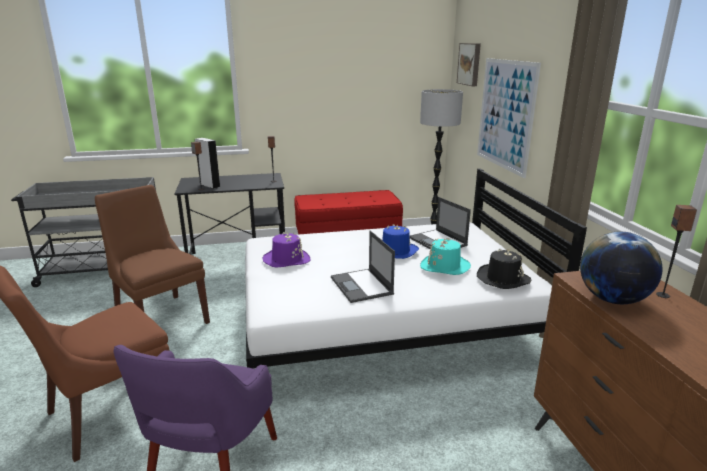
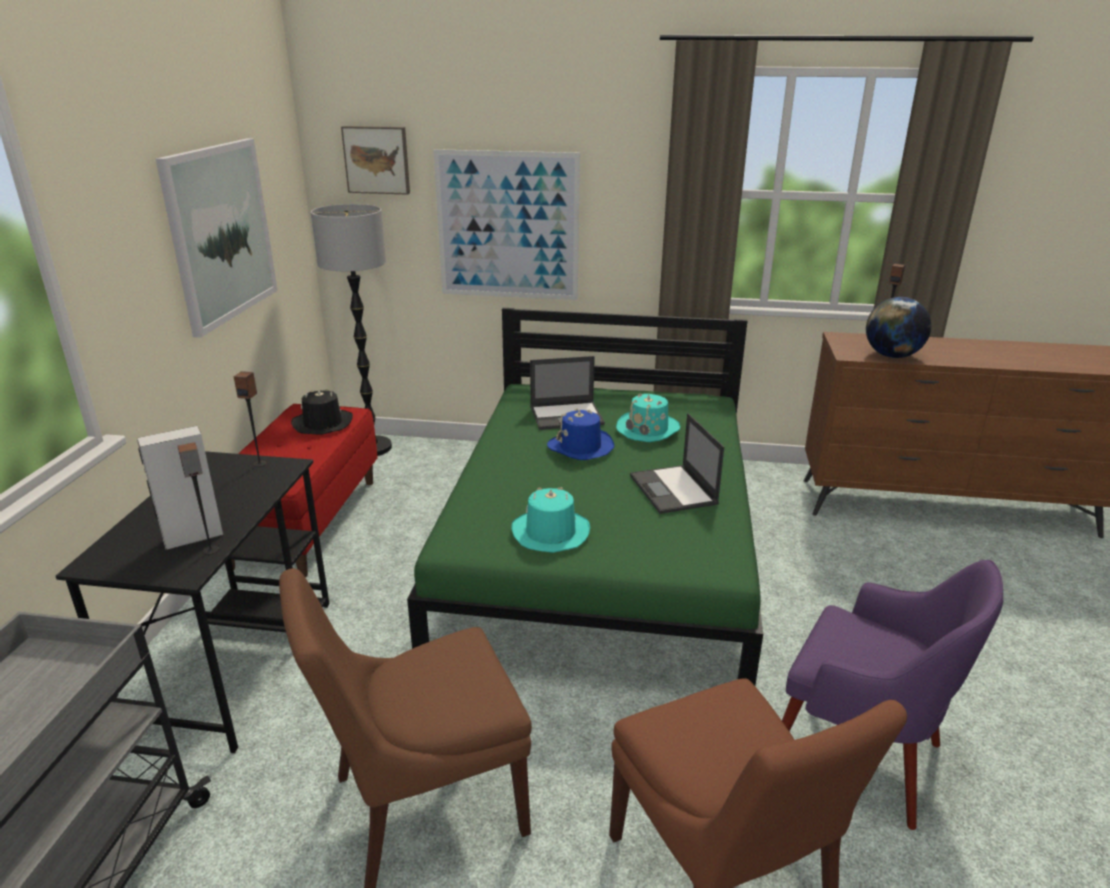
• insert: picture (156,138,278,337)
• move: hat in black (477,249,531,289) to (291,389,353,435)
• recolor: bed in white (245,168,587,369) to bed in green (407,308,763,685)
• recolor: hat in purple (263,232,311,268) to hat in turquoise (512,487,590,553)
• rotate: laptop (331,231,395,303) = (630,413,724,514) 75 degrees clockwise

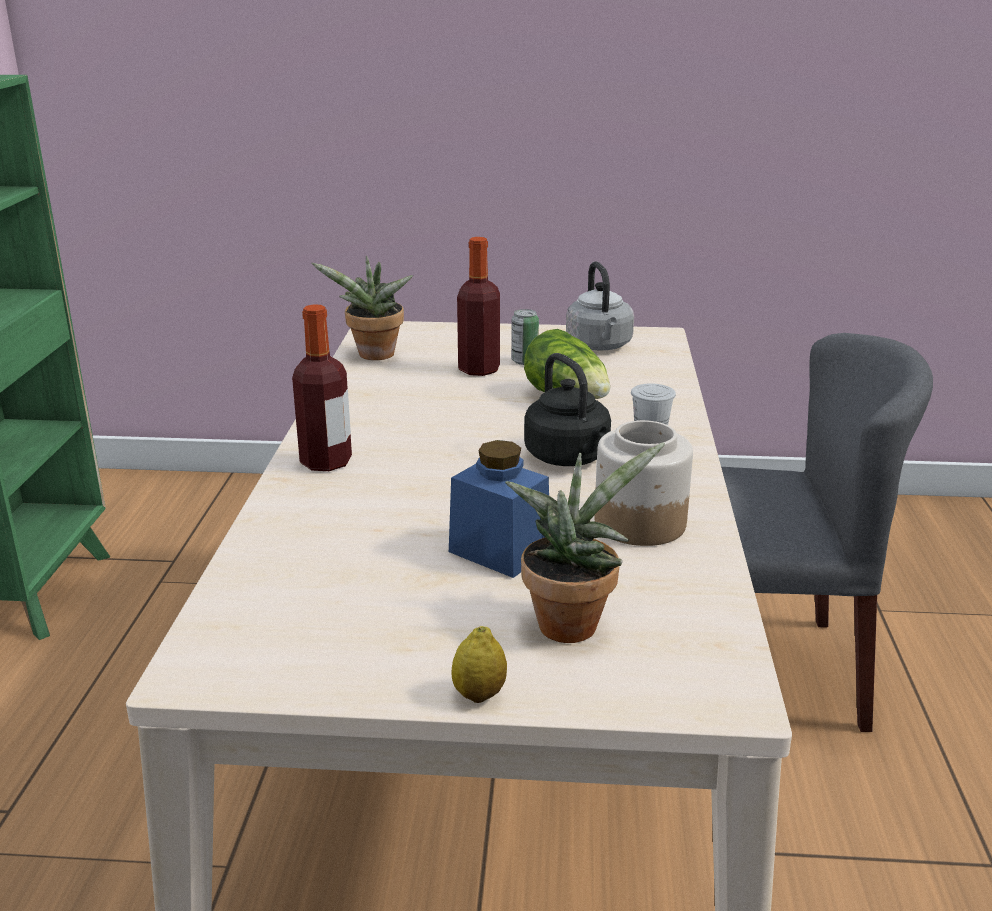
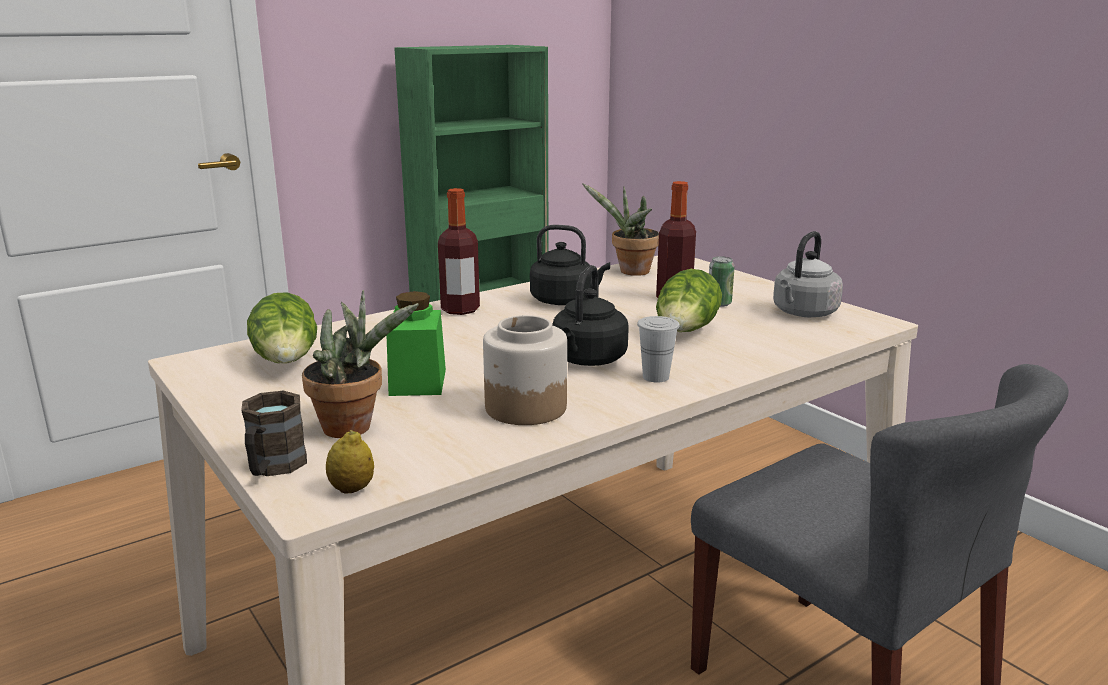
• insert: mug in brown (241,391,307,476)
• insert: lettuce (247,292,317,364)
• insert: kettle in black (530,225,610,305)
• move: lemon (452,626,507,703) to (326,430,374,494)
• recolor: jar in blue (449,440,549,578) to jar in green (386,291,446,396)

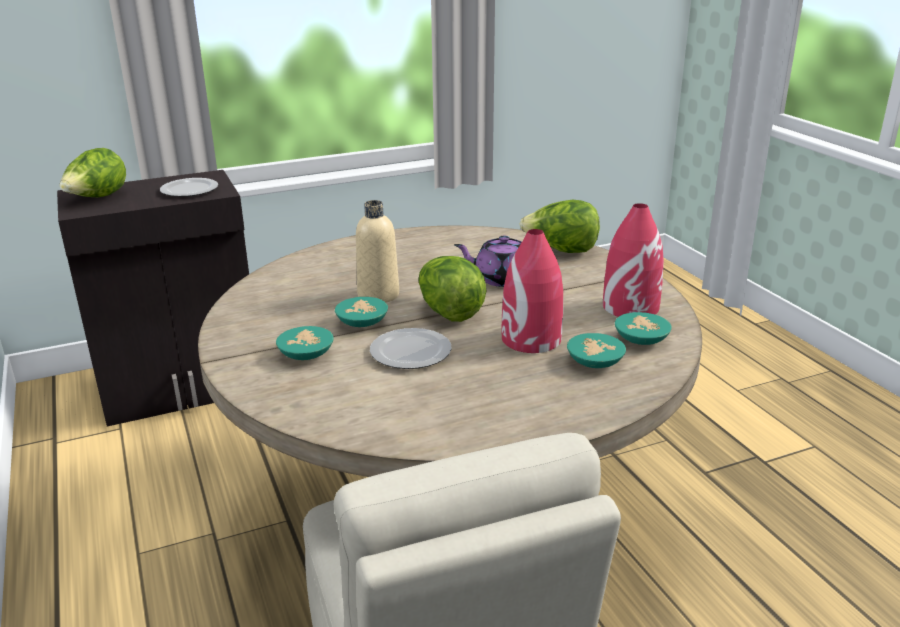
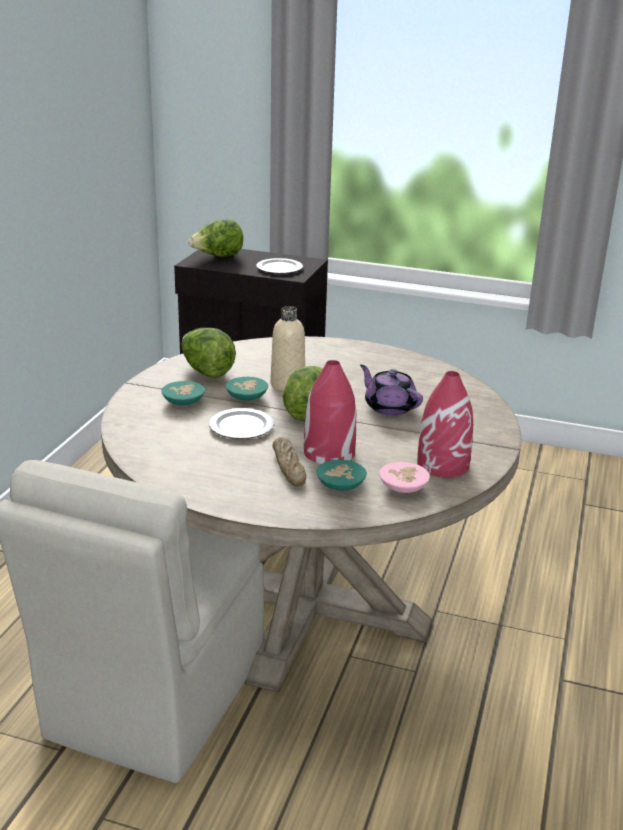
• insert: bread (273,437,306,486)
• move: lettuce (519,200,600,253) to (181,328,236,378)
• recolor: bowl in turquoise (615,312,672,345) to bowl in pink (379,462,430,493)

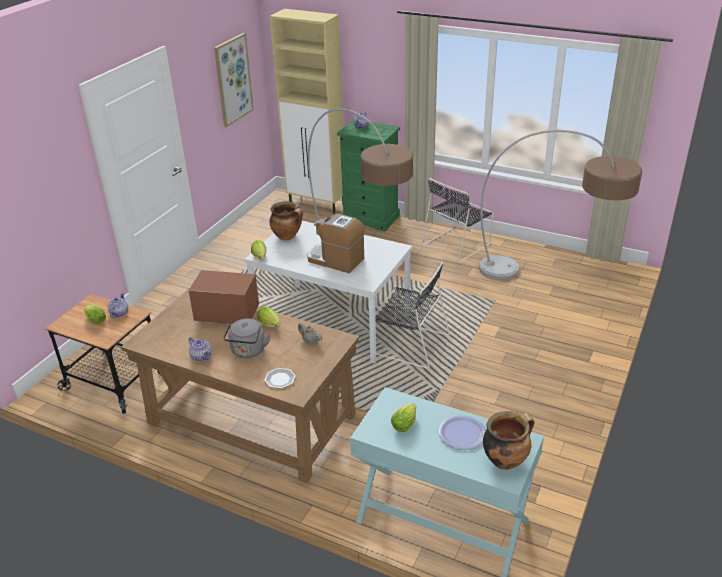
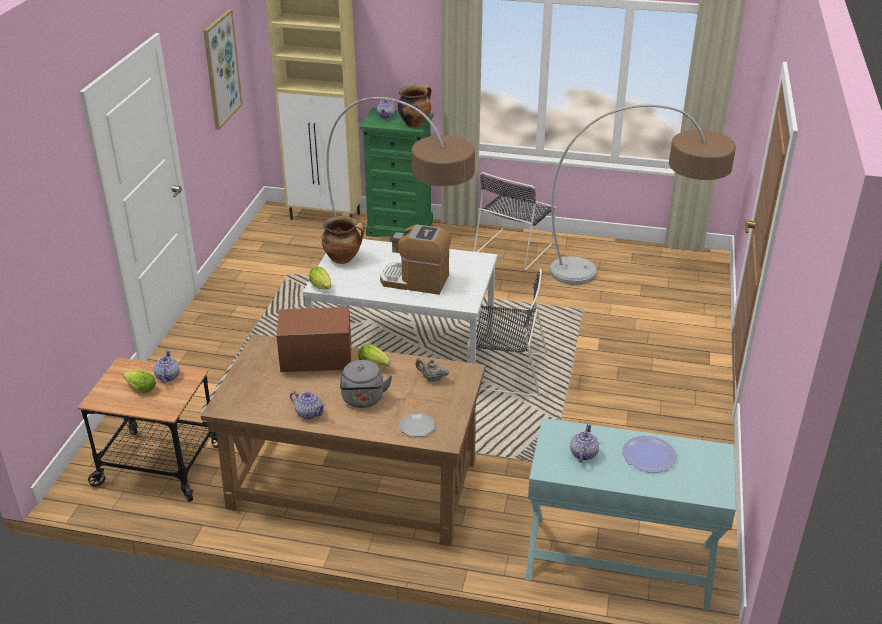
• move: cooking pot (483,411,535,470) to (398,85,432,127)
• replace: lettuce (391,404,416,432) to teapot (570,424,599,463)

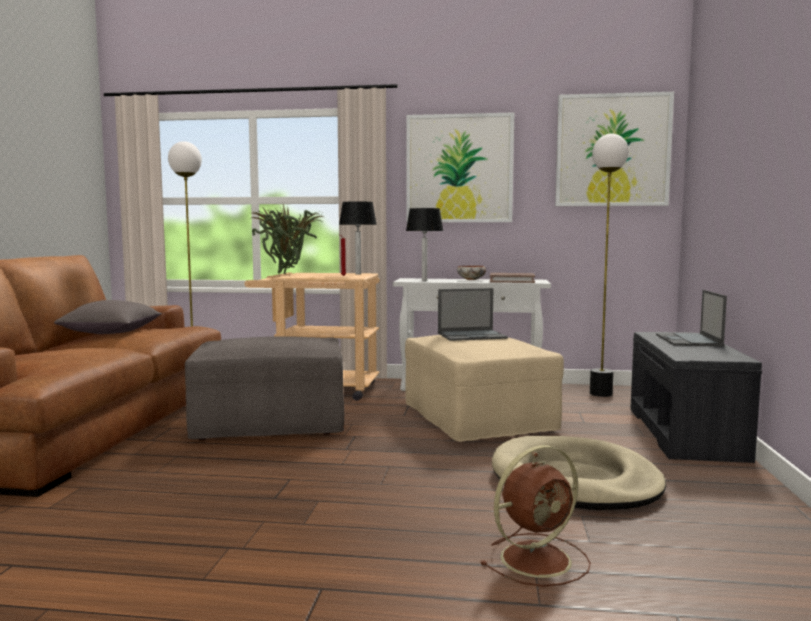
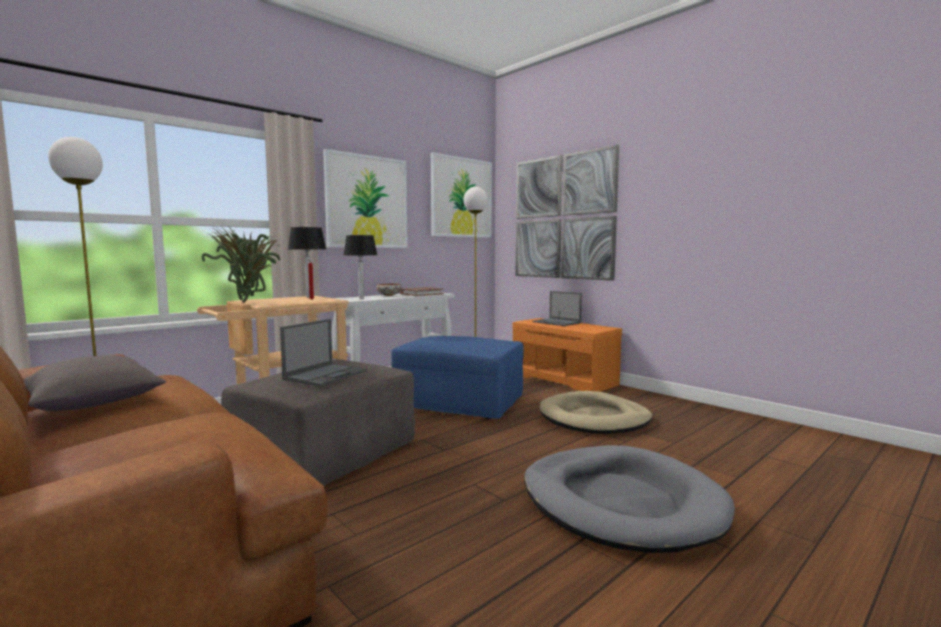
• delete: fan in brown (480,445,591,587)
• insert: picture (516,145,619,281)
• insert: dog bed in grey (524,445,735,553)
• move: laptop (438,288,508,341) to (280,319,367,386)
• recolor: ottoman in beige (405,335,564,442) to ottoman in blue (391,336,524,419)
• recolor: bench in grey (630,332,762,463) to bench in orange (512,318,622,392)

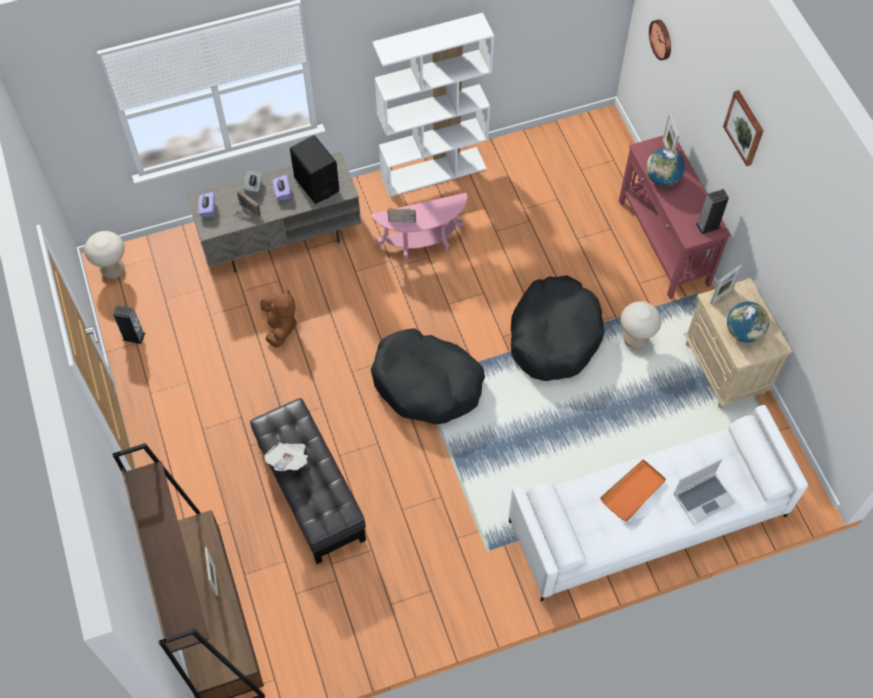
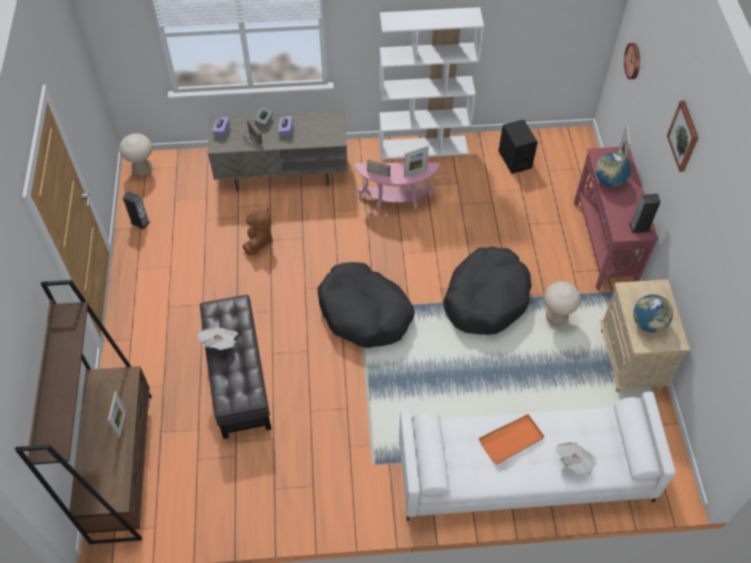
• move: speaker in black (290,135,339,204) to (498,120,538,174)
• move: picture frame (710,265,742,305) to (404,146,429,177)
• replace: laptop (674,458,735,525) to newspaper (556,442,596,474)

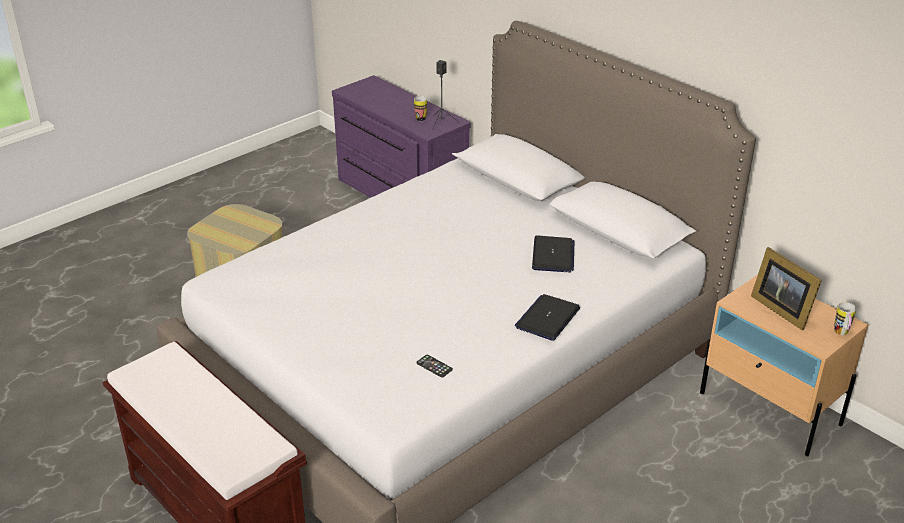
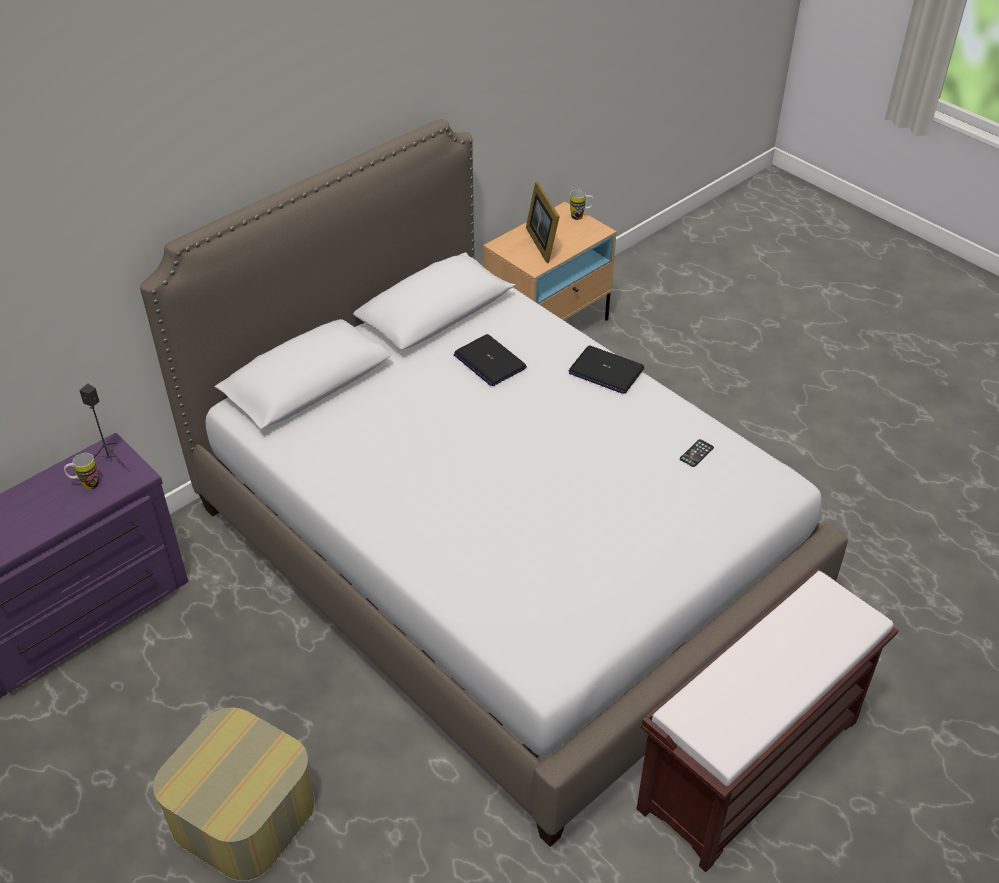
• rotate: laptop (532,235,574,272) = (453,334,527,386) 135 degrees counterclockwise
• rotate: picture frame (751,247,822,330) = (526,182,560,263) 105 degrees clockwise

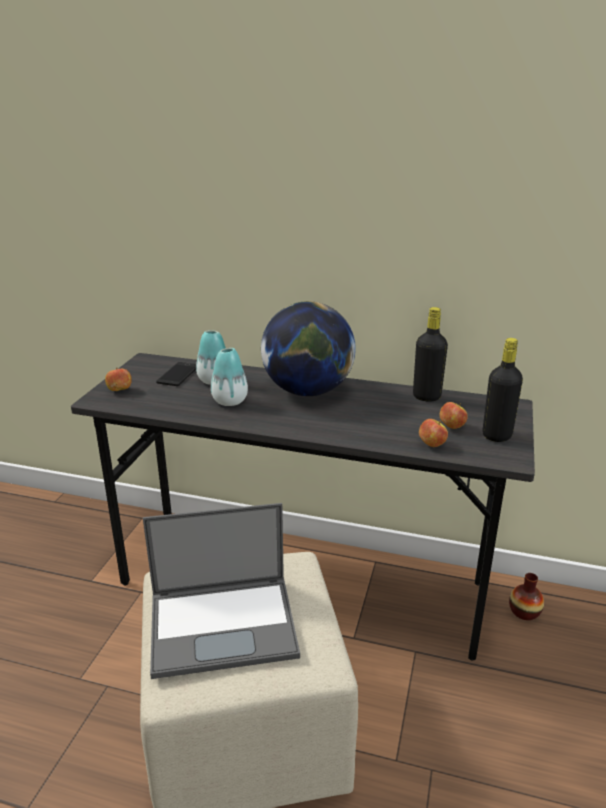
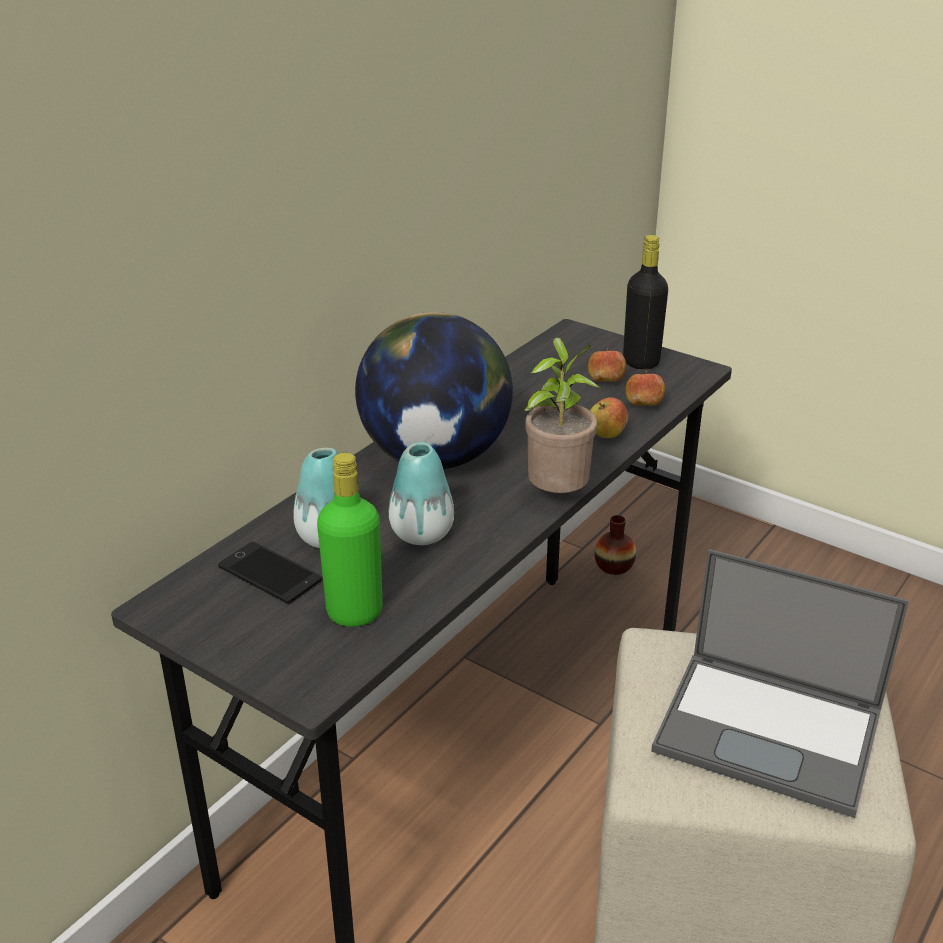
• delete: bottle in black (413,307,448,402)
• insert: bottle in green (317,453,383,627)
• insert: potted plant (524,337,600,493)
• move: apple (105,367,132,391) to (590,397,628,438)
• rotate: laptop (143,503,300,679) = (651,549,909,818) 105 degrees clockwise

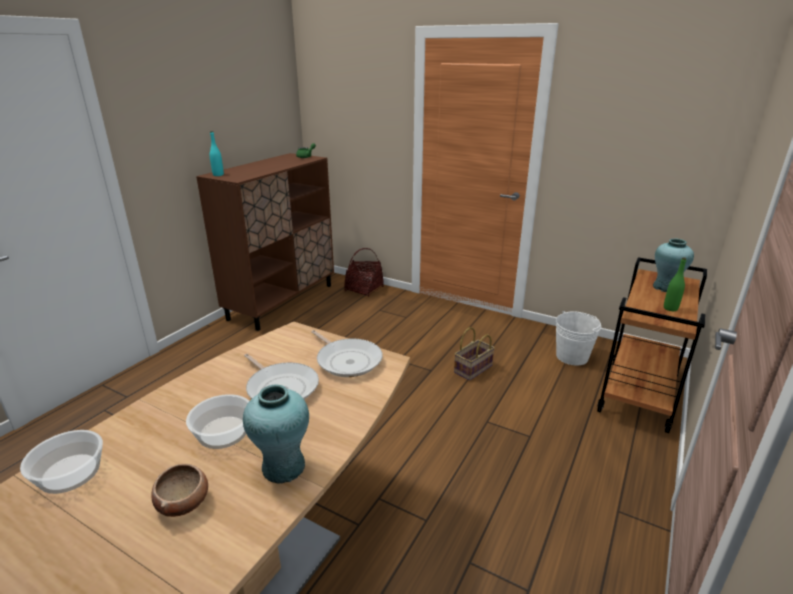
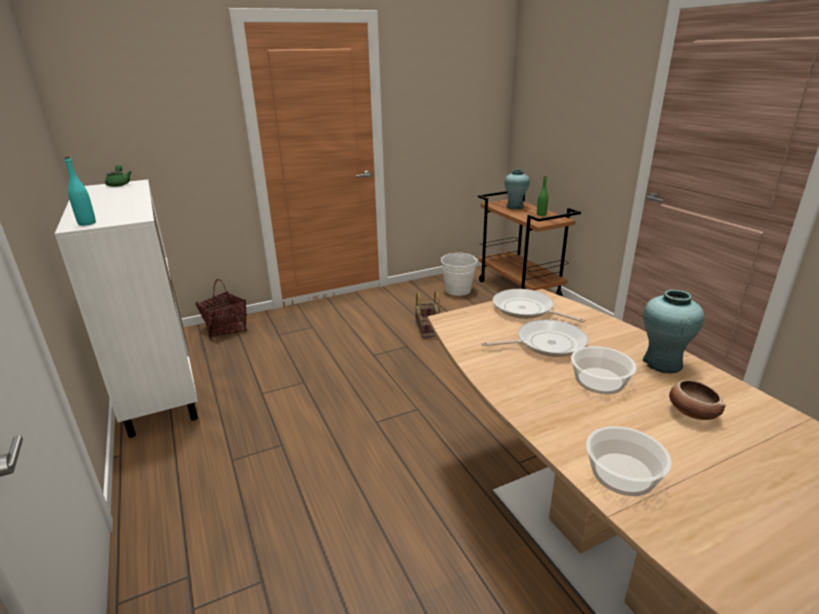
• recolor: cabinet in brown (196,153,334,331) to cabinet in white (55,180,198,438)
• rotate: frying pan (311,330,382,377) = (493,289,585,322) 135 degrees counterclockwise

